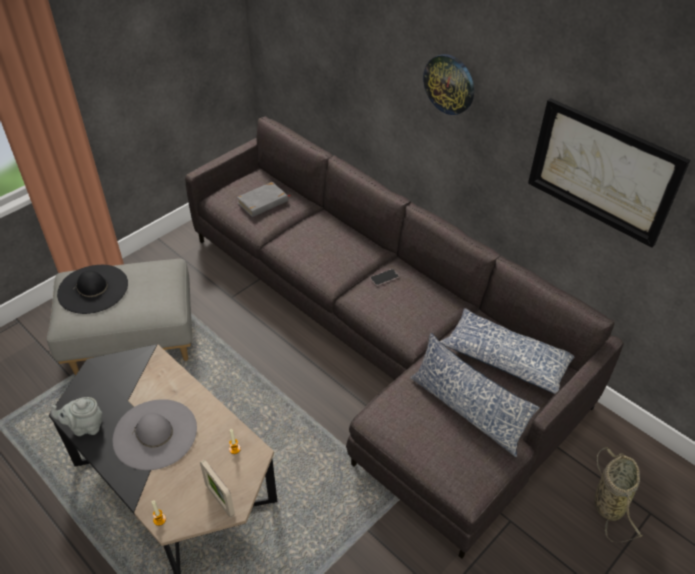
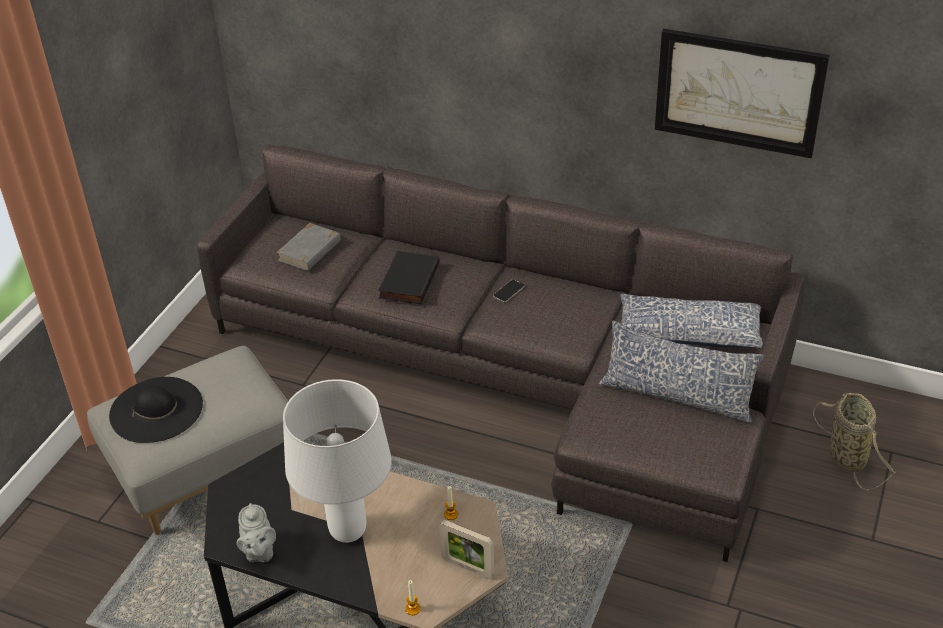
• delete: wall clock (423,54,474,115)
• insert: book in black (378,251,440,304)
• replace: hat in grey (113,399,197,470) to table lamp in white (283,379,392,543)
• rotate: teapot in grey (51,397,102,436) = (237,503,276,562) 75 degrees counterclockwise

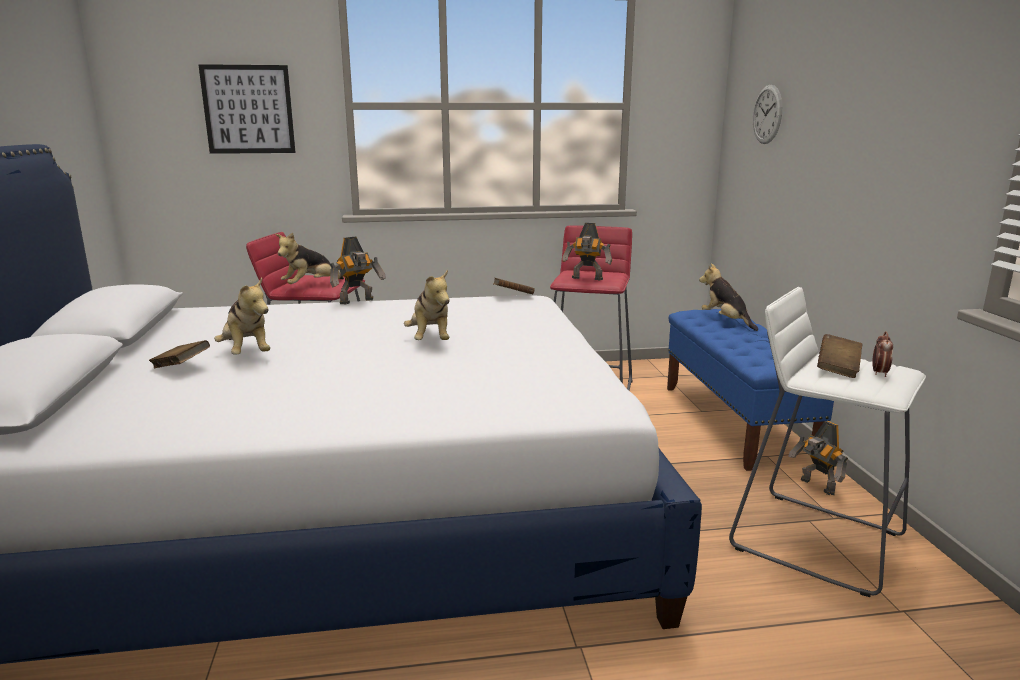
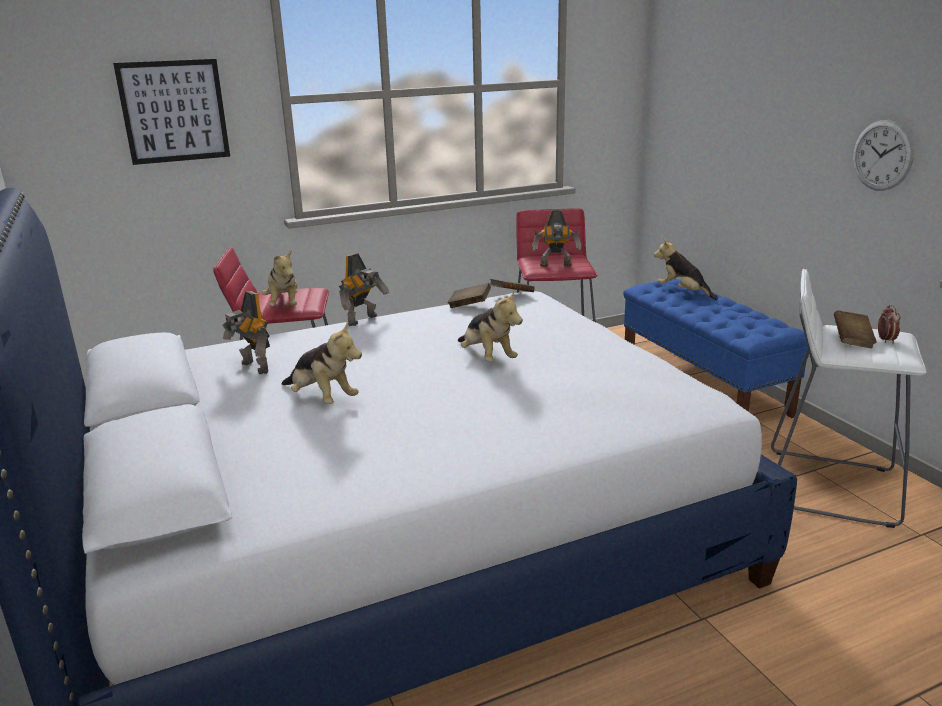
• move: book in brown (149,340,210,368) to (448,283,491,308)
• move: wall clock (753,85,782,144) to (853,120,914,191)
• move: toy robot (788,421,848,495) to (222,291,270,374)
• rotate: plush toy (275,232,344,284) = (262,250,297,306) 45 degrees counterclockwise

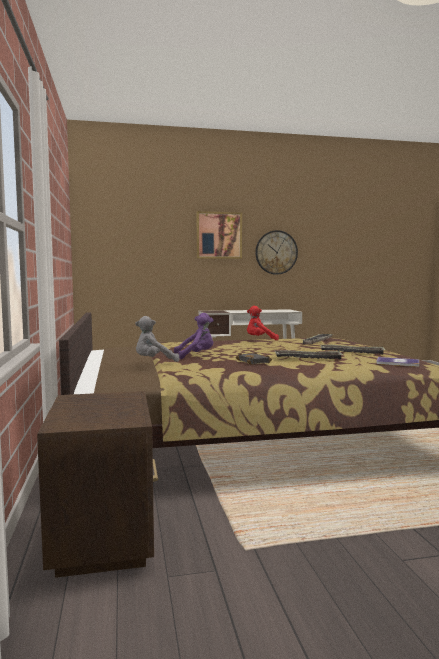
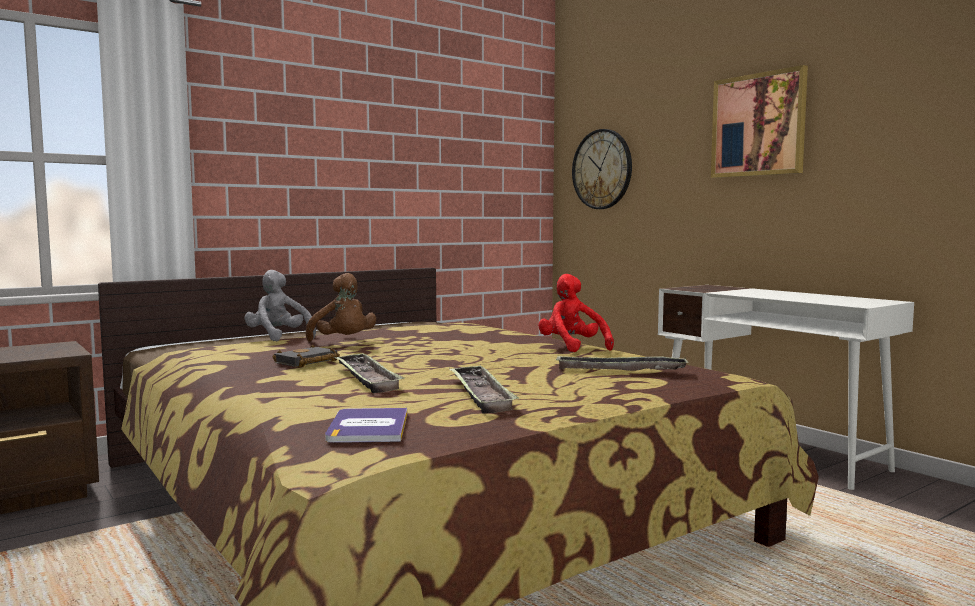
• move: wall clock (255,230,298,275) to (572,129,632,209)
• recolor: plush toy in purple (174,313,213,359) to plush toy in brown (306,273,376,341)

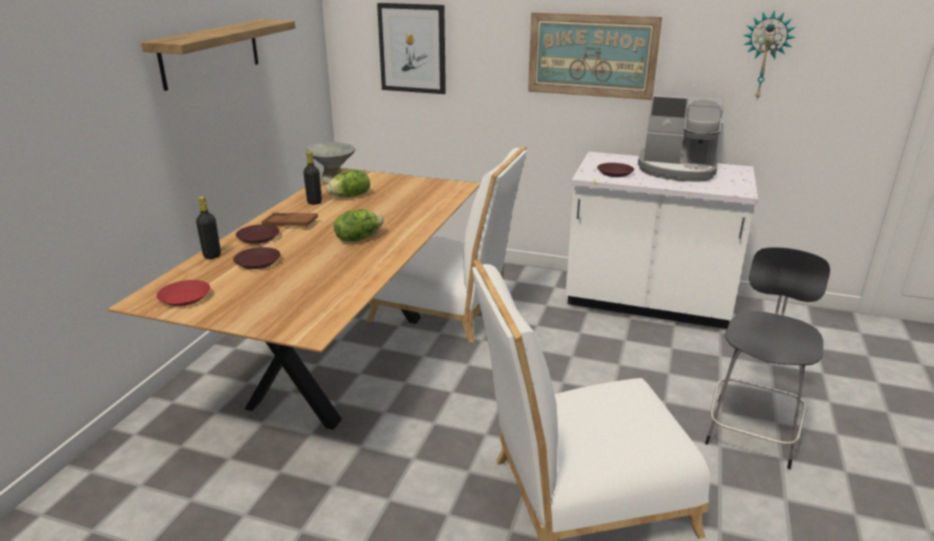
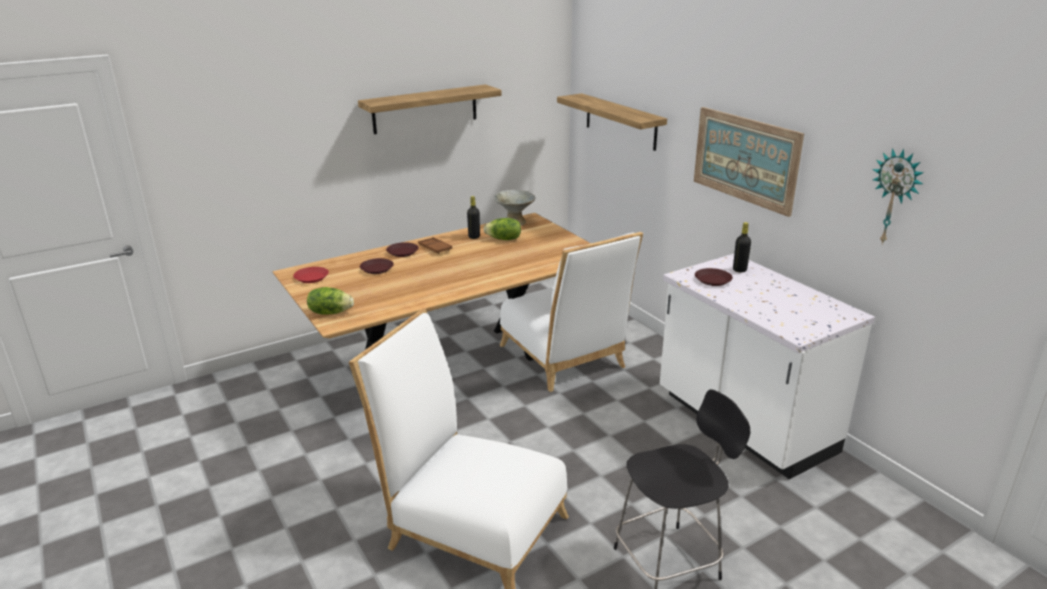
• delete: coffee machine (638,94,723,182)
• move: bottle in black (196,196,221,259) to (733,222,751,273)
• move: lettuce (334,209,384,242) to (307,287,354,315)
• replace: picture (377,3,446,94) to shelf (557,93,667,151)

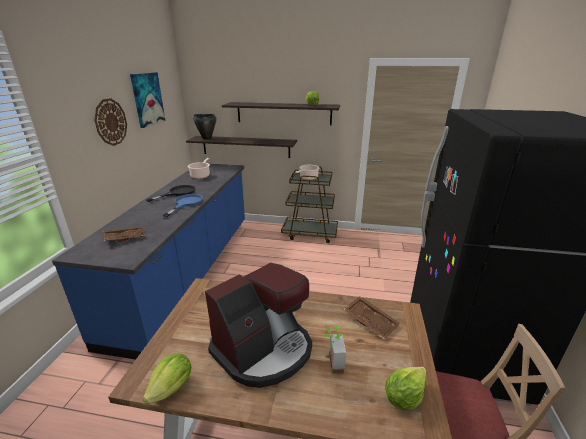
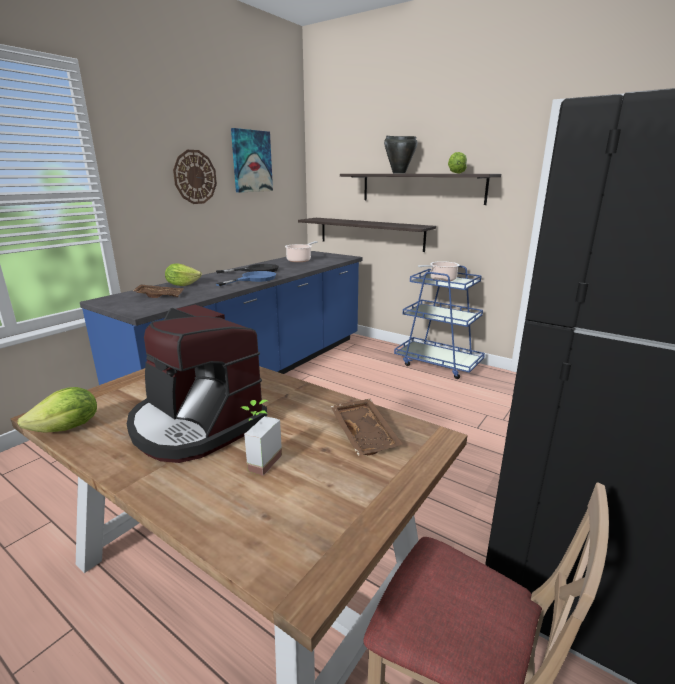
• move: cooking pot in black (193,114,217,140) to (384,136,418,173)
• move: lettuce (385,367,427,410) to (165,263,202,286)
• recolor: cart in brown (281,166,338,243) to cart in blue (394,265,485,379)
• rotate: coffee machine (205,263,312,388) = (127,305,267,463) 60 degrees clockwise

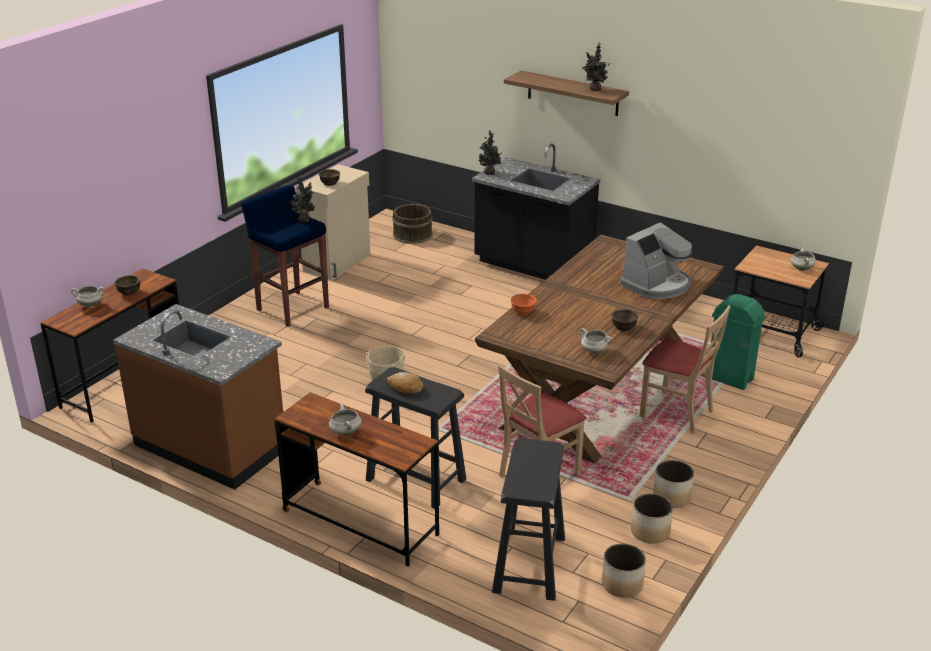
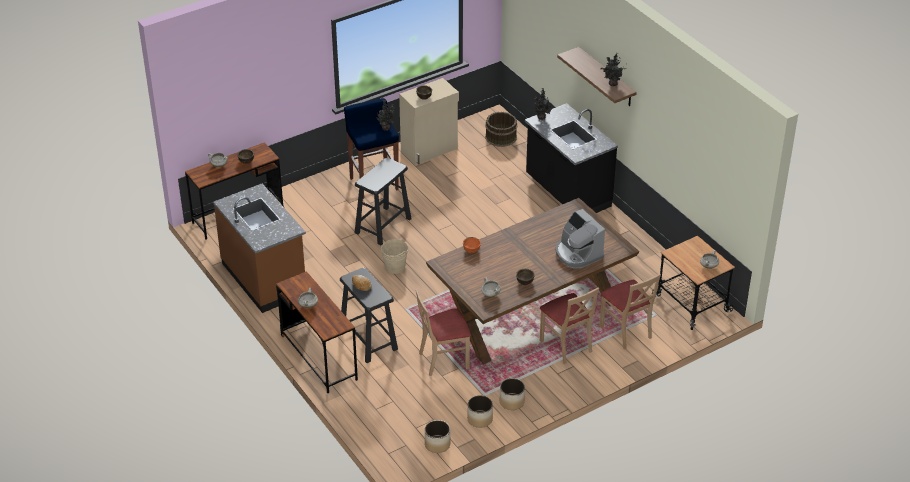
• move: stool in black (492,438,565,601) to (355,158,412,245)
• replace: trash can in green (711,294,766,390) to chair in beige (600,274,661,350)
• rotate: coffee machine (620,222,693,299) = (555,209,605,269) 75 degrees clockwise

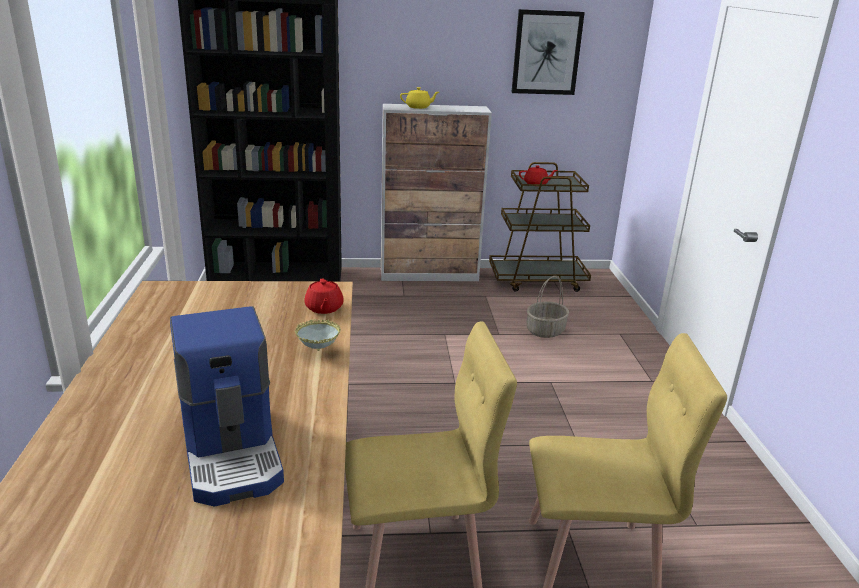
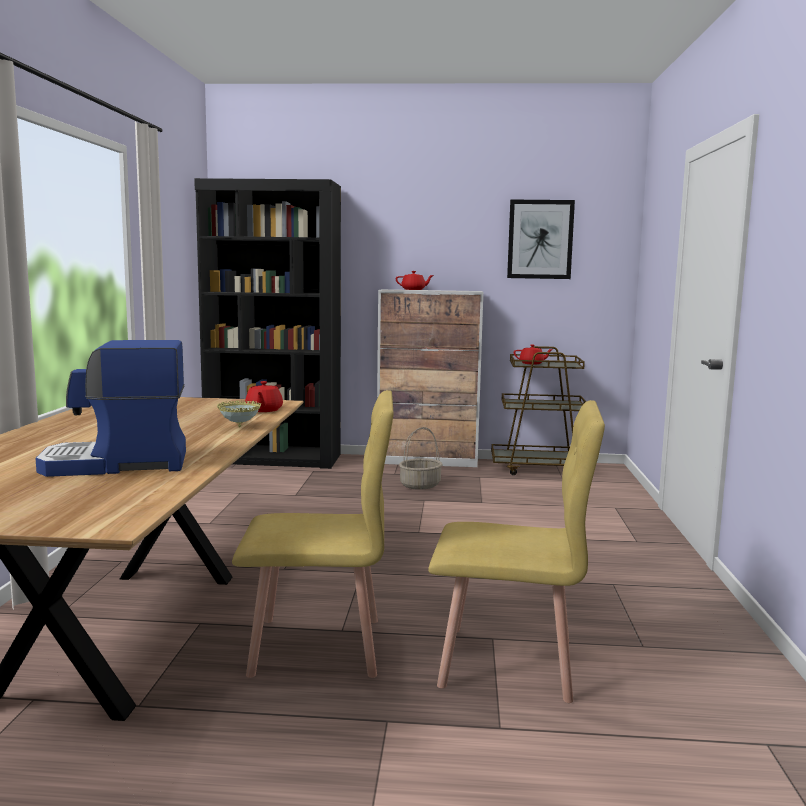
• move: basket (527,276,569,338) to (399,427,443,490)
• recolor: teapot in yellow (400,87,439,109) to teapot in red (396,271,434,290)
• rotate: coffee machine (170,306,284,507) = (35,340,186,477) 90 degrees clockwise

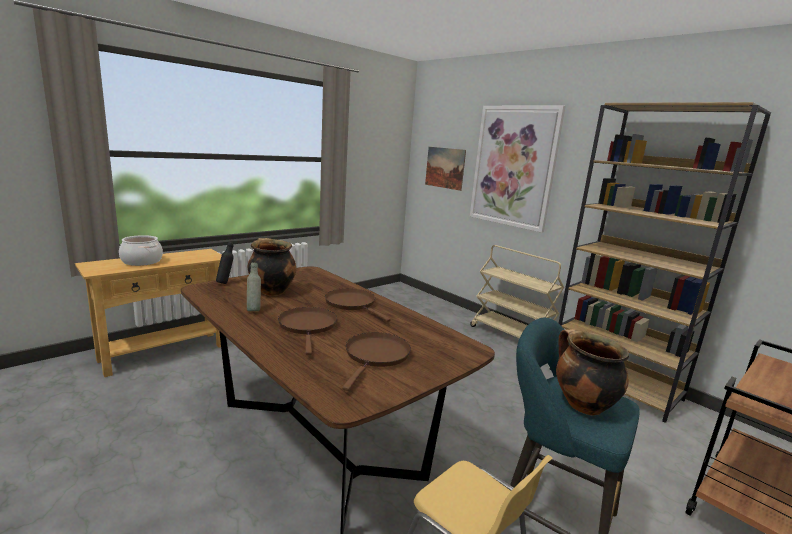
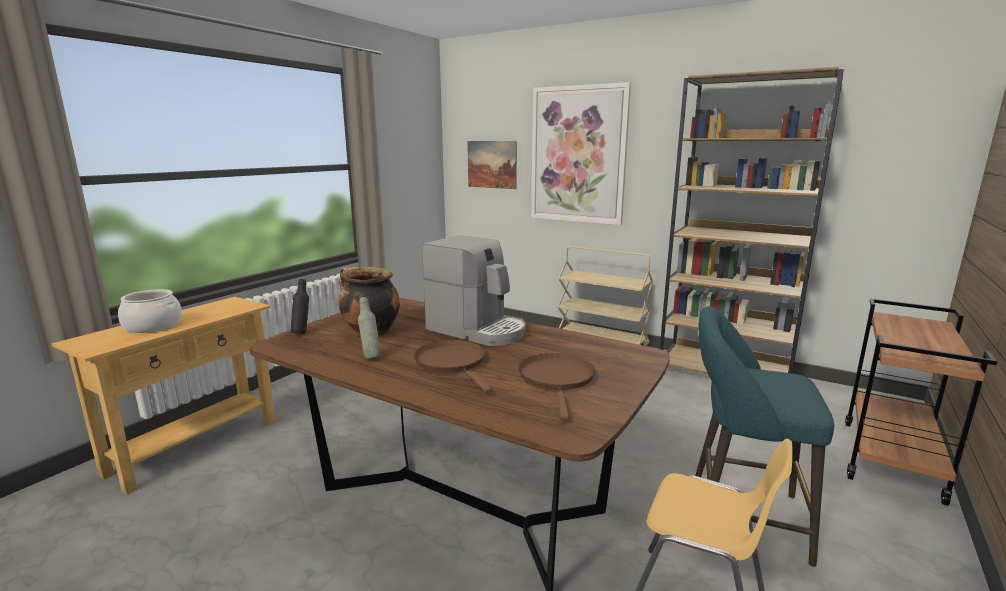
• delete: cooking pot (556,329,629,415)
• replace: frying pan in brown (325,288,391,322) to coffee machine (422,235,525,346)

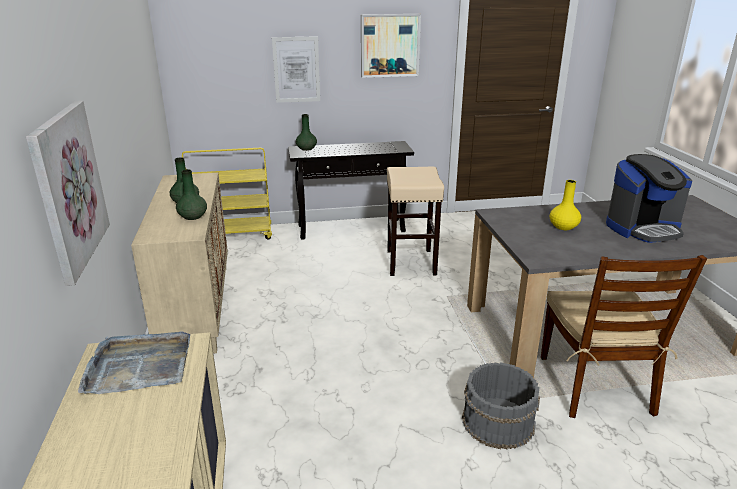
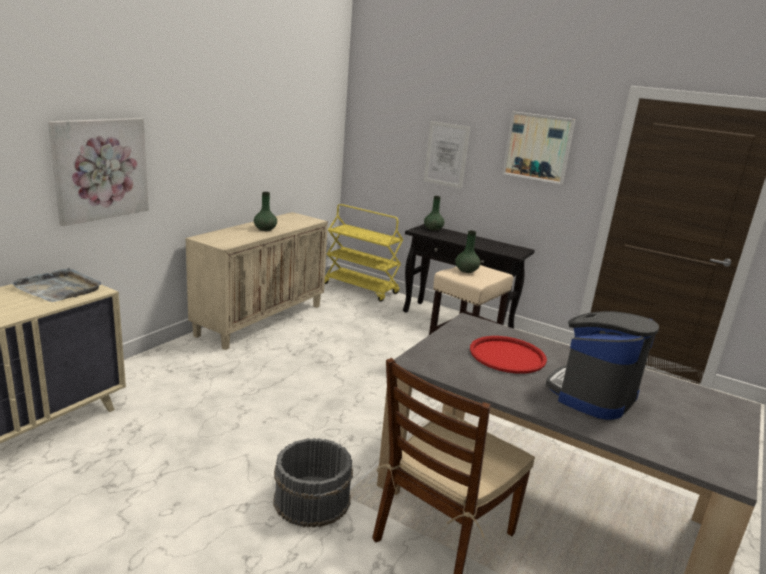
• move: vase in green (176,169,207,220) to (455,230,481,273)
• replace: vase in yellow (550,180,581,230) to tray in red (470,336,547,374)
• rotate: coffee machine (606,154,692,243) = (546,311,659,420) 105 degrees clockwise

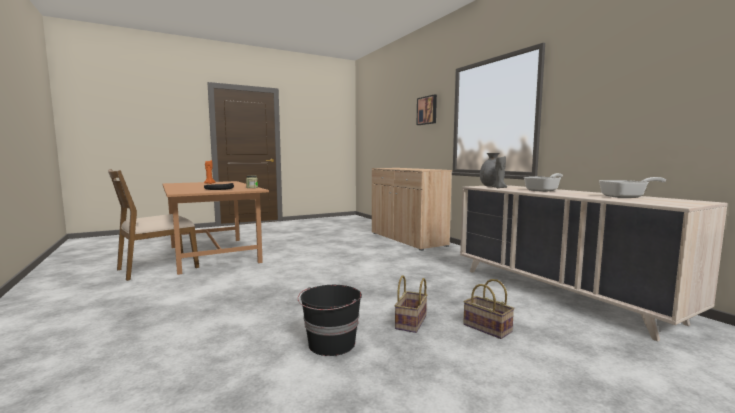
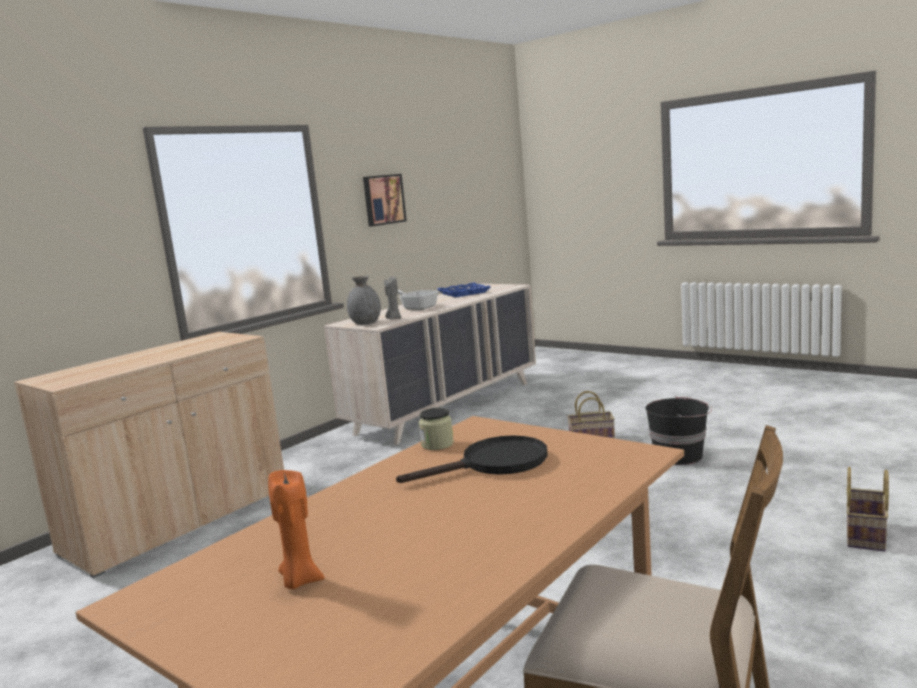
• move: picture (417,95,437,125) to (363,174,407,227)
• move: basket (463,279,515,339) to (847,467,889,552)
• replace: frying pan (599,177,666,198) to tray in blue (437,283,491,297)

